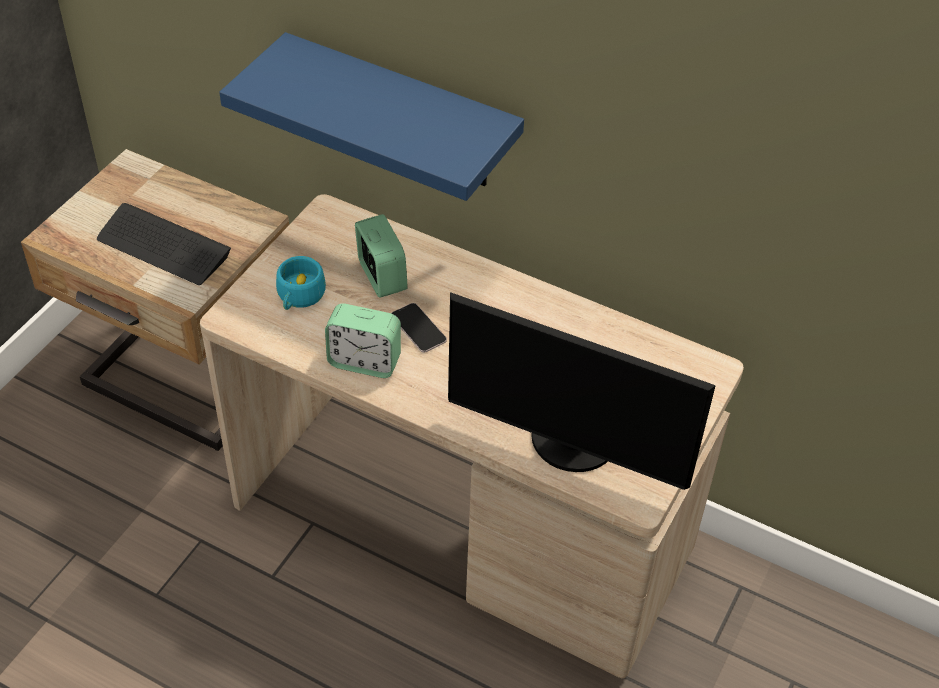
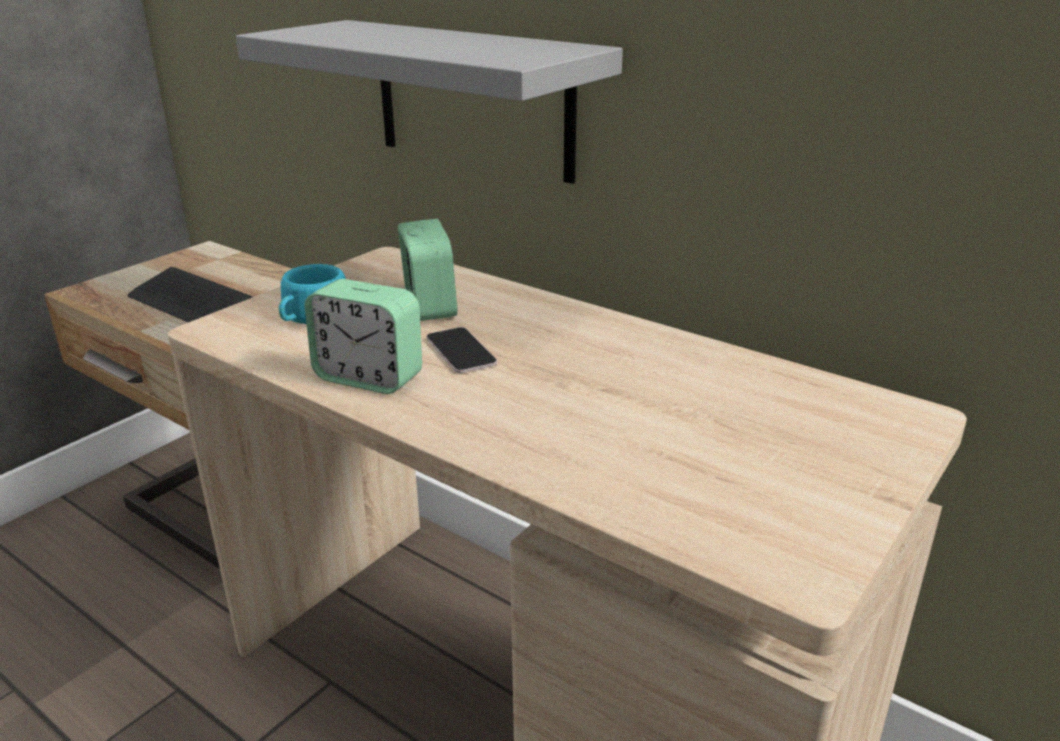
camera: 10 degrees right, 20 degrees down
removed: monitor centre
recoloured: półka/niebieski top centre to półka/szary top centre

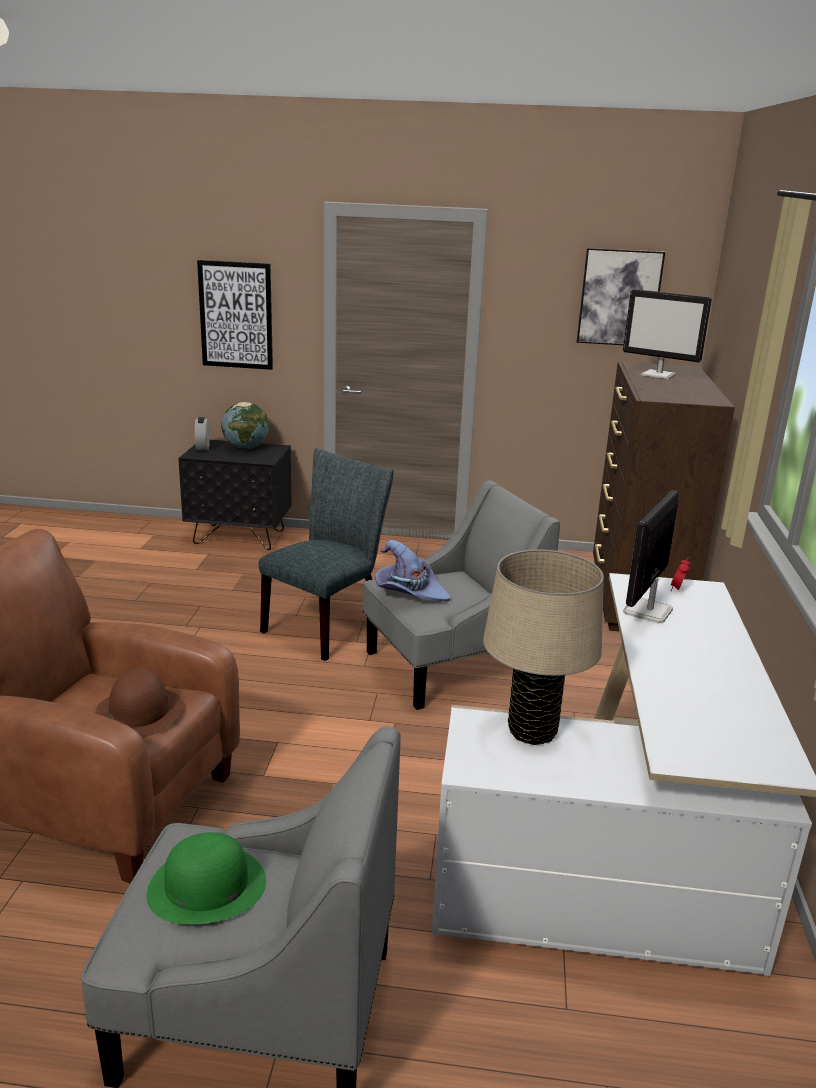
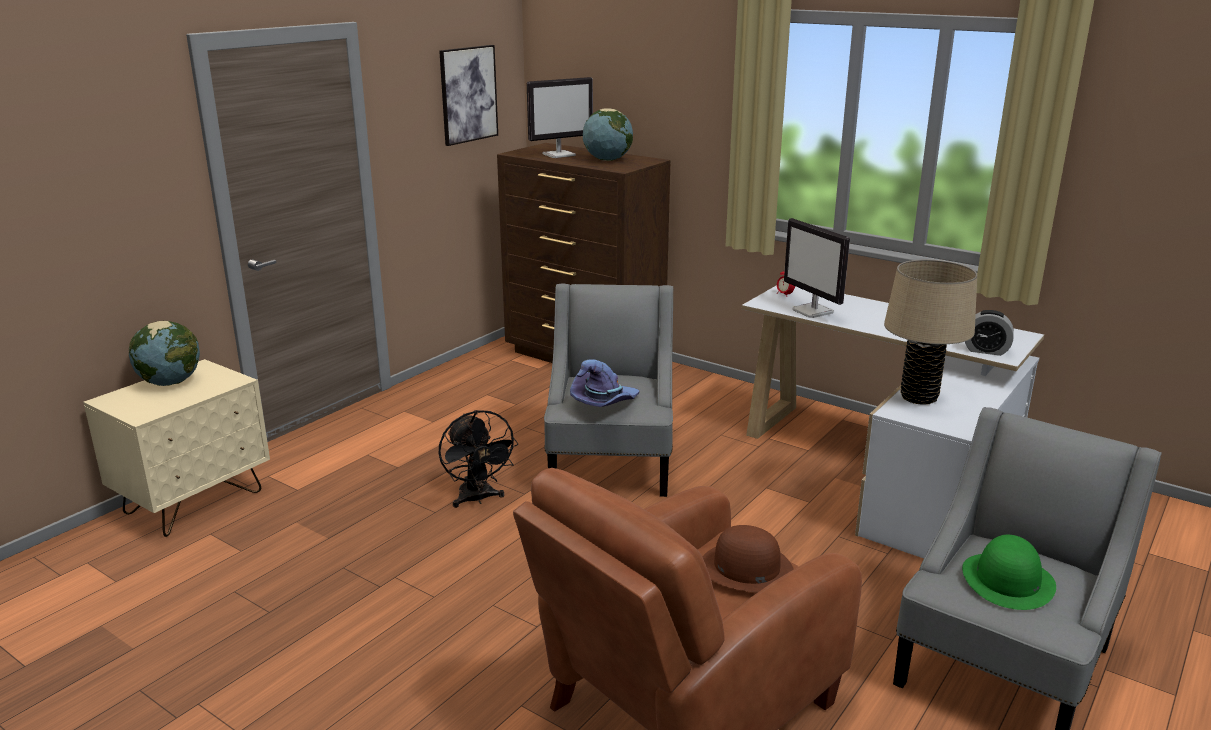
camera: 60 degrees left, 0 degrees up
removed: obraz (1st from left) top left
added: globus (2nd from left) top centre
moved: budzik (1st from left in the first image) middle left to budzik (2nd from left) middle right
replaced: krzesło/szary centre to wentylator/czarny centre
recoloured: szafka nocna/czarny middle left to szafka nocna/beżowy middle left

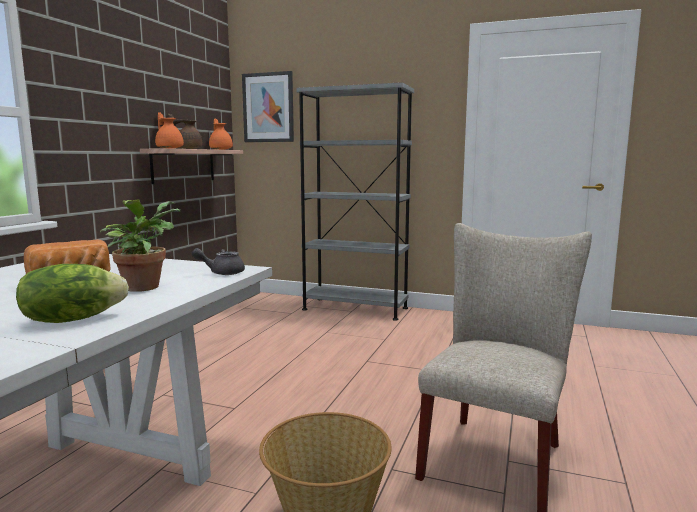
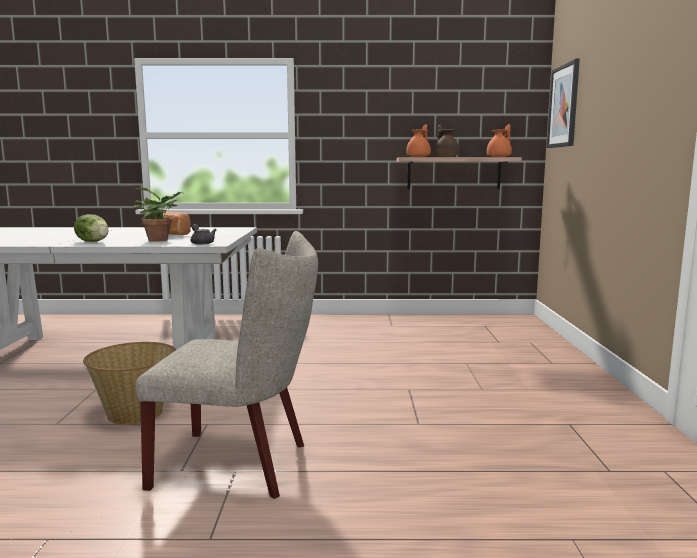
camera: 70 degrees right, 0 degrees up
removed: regał/szary centre

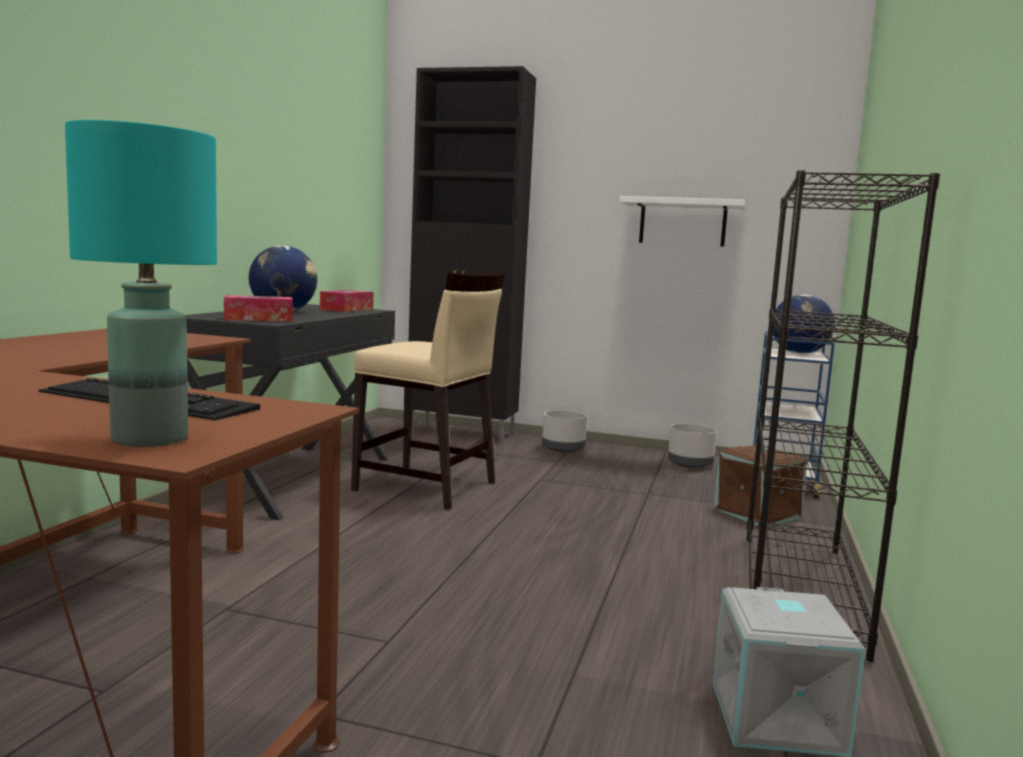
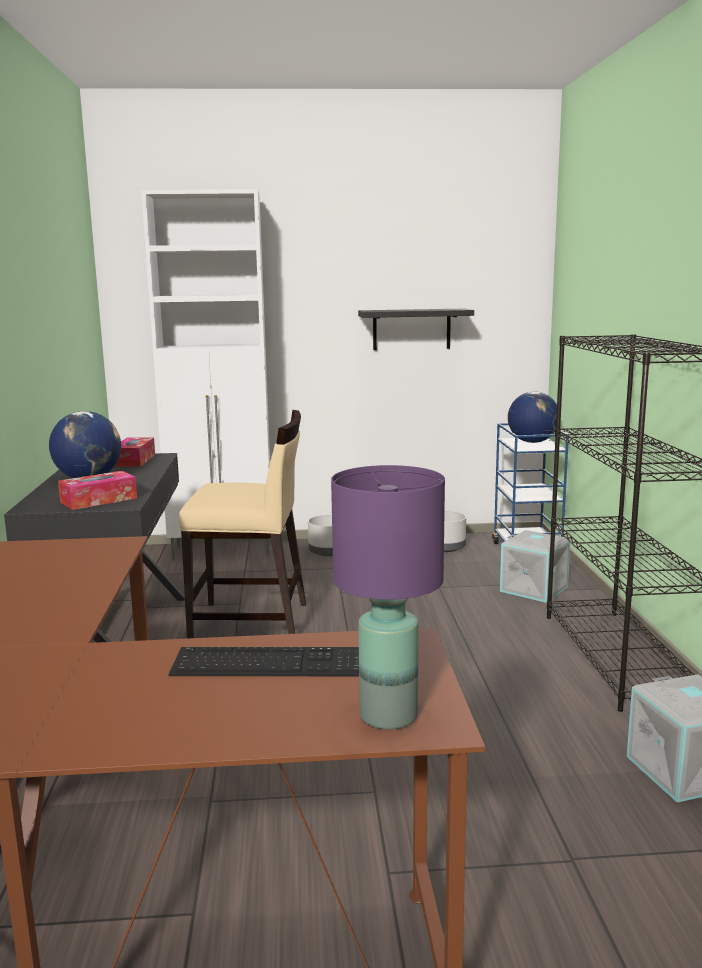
camera: 20 degrees left, 5 degrees up
recoloured: szafka/czarny centre to szafka/biały middle left; lampa stołowa/turkusowy middle left to lampa stołowa/fioletowy centre; półka/biały top right to półka/czarny centre; pojemnik do przechowywania/brązowy middle right to pojemnik do przechowywania/szary (1st from left) middle right

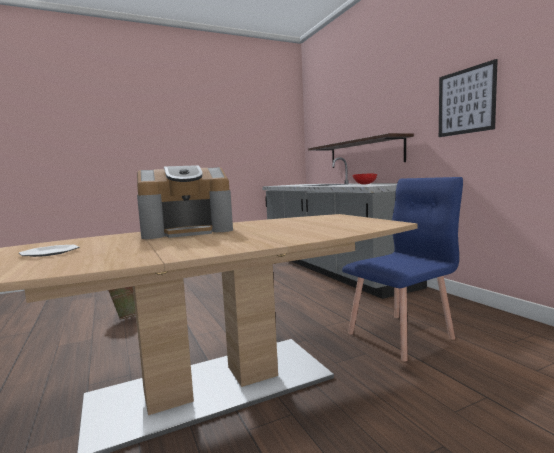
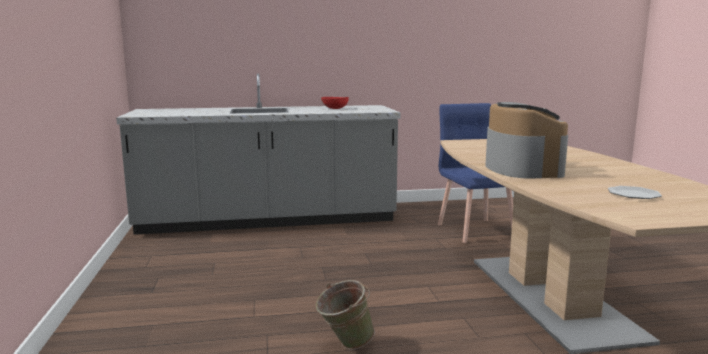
camera: 75 degrees left, 5 degrees up
removed: obraz top right; półka top centre

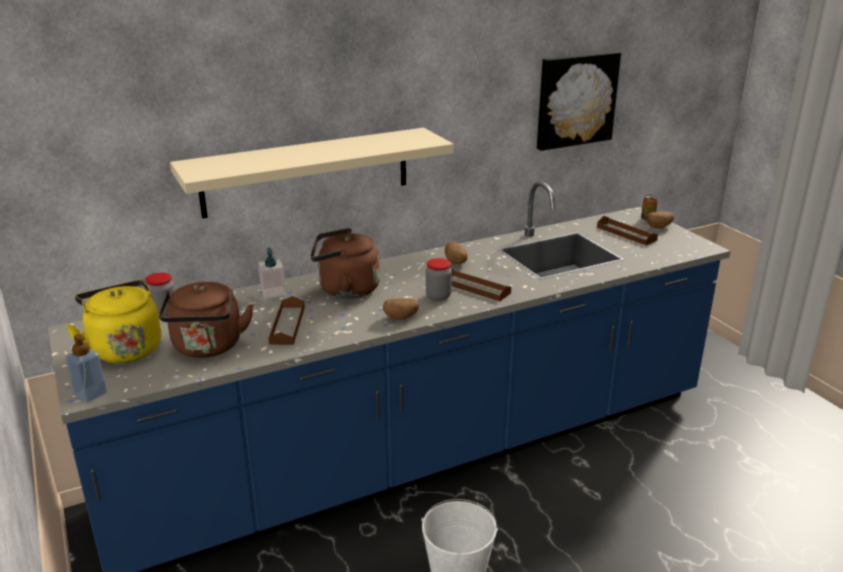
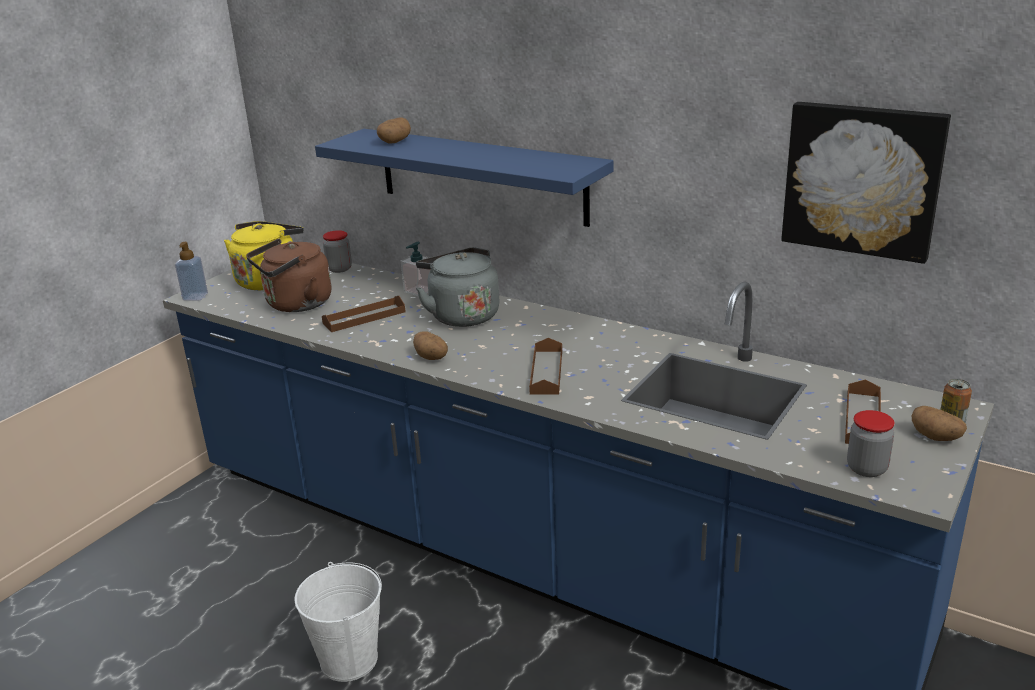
camera: 60 degrees right, 0 degrees up
moved: ziemniak (2nd from left in the first image) centre to ziemniak (1st from left) top centre; słoik (2nd from left) centre to middle right
recoloured: półka/beżowy top centre to półka/niebieski top centre; czajnik/brązowy (2nd from left) centre to czajnik/szary centre

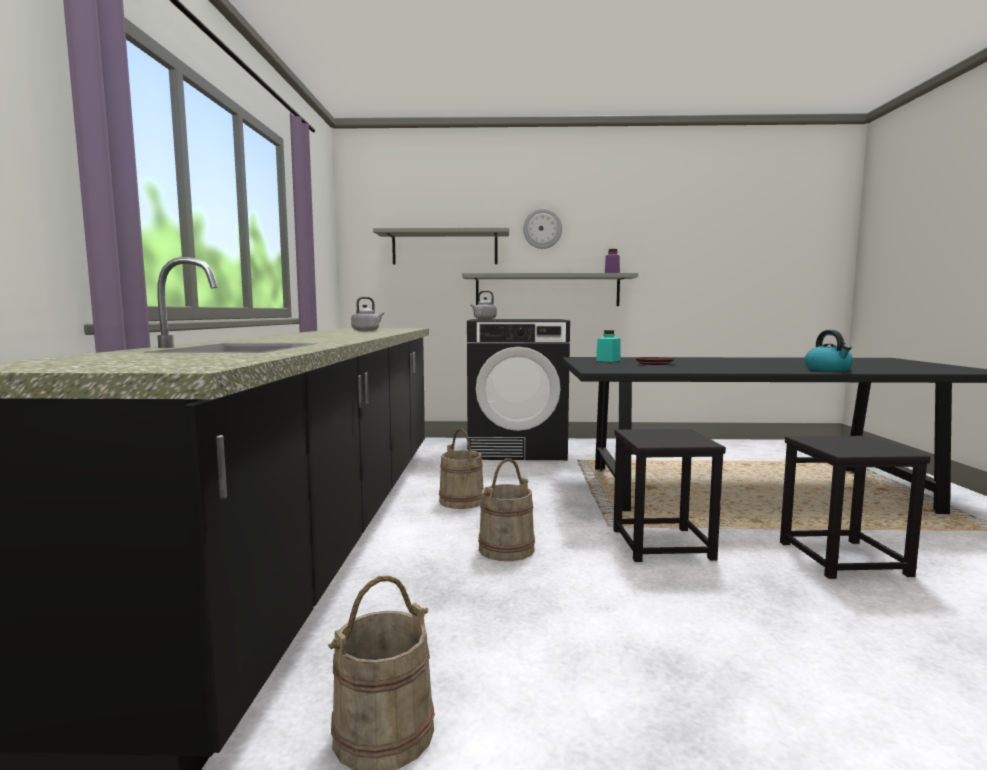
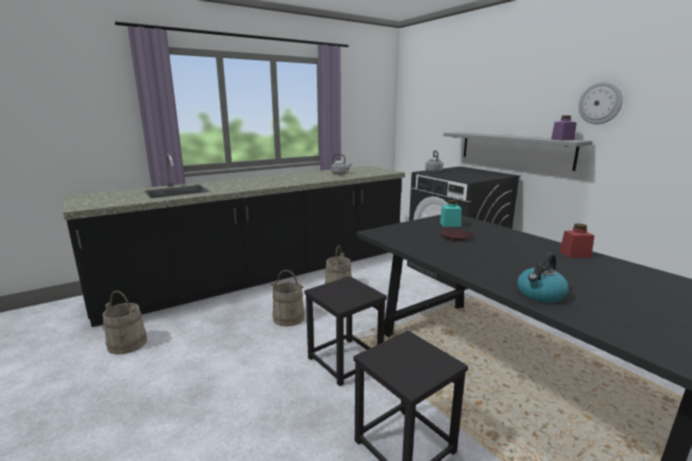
camera: 55 degrees right, 10 degrees up
removed: półka/szary (1st from left) top centre
added: słoik/czerwony middle right
moved: zegar ścienny top centre to top right

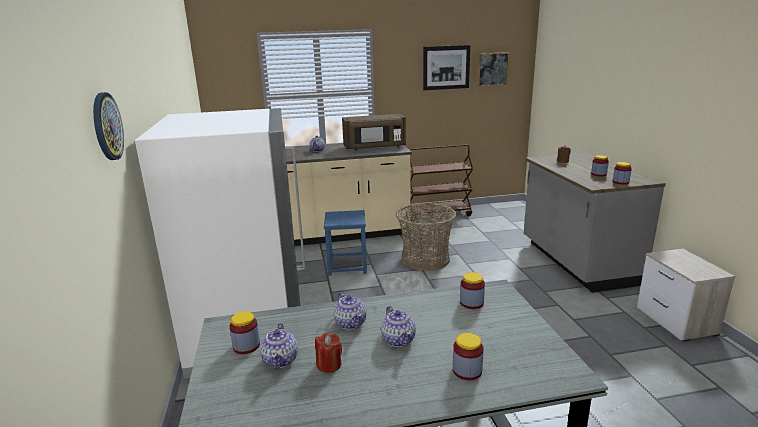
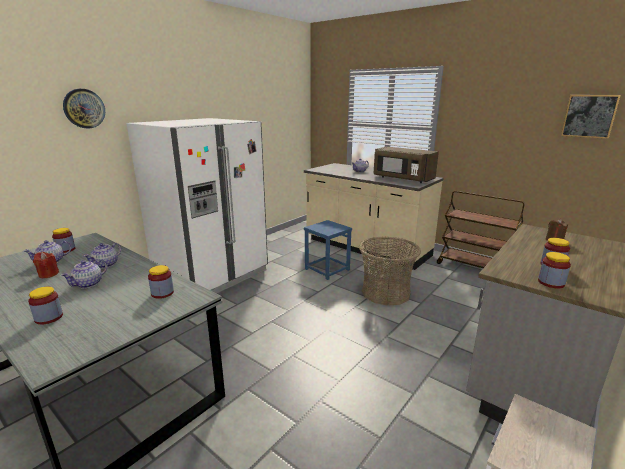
camera: 50 degrees right, 0 degrees up
removed: obraz (1st from left) top centre

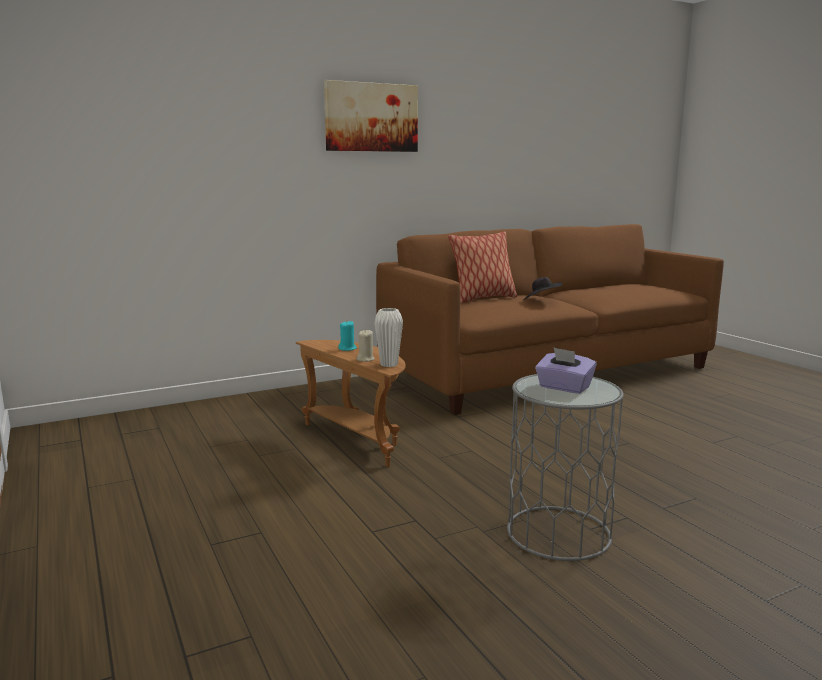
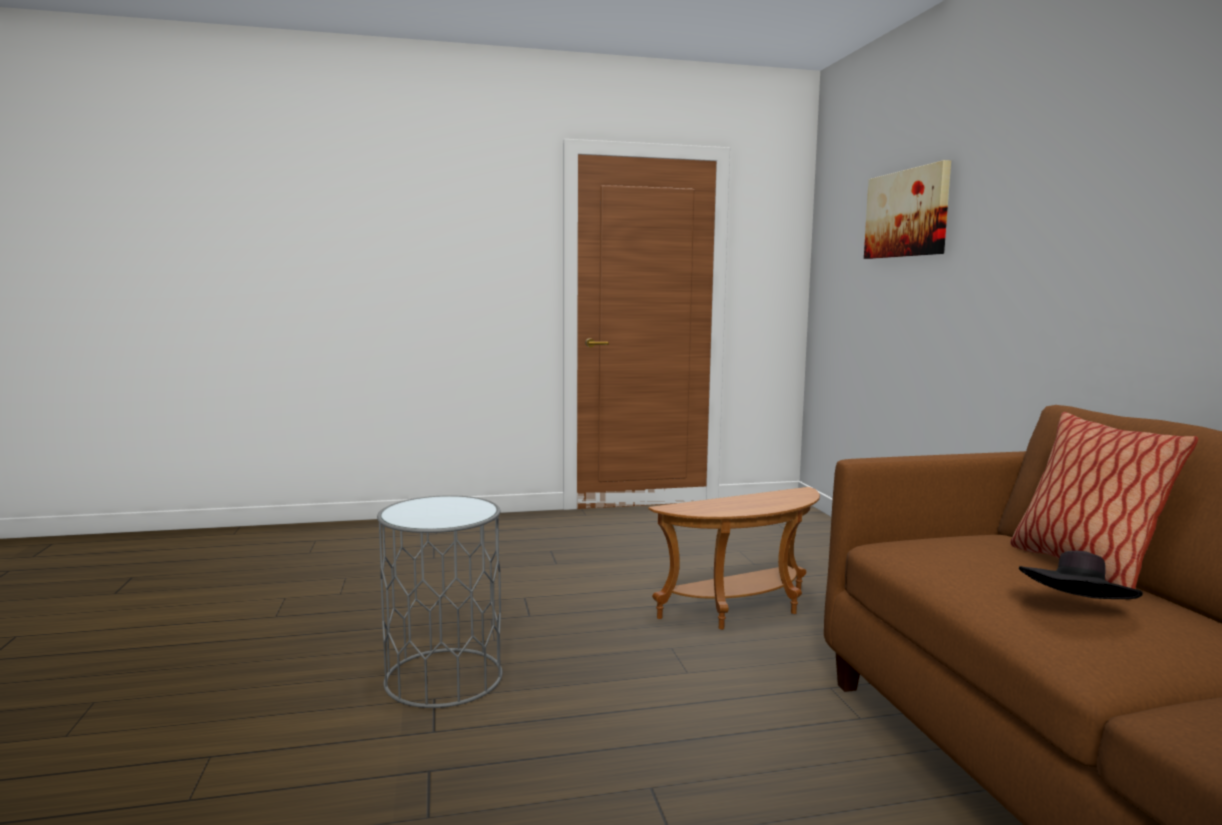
camera: 105 degrees right, 5 degrees down
removed: wazon/biały centre; świeca/turkusowy centre; świeca/beżowy centre; pudełko chusteczek/fioletowy middle right
moved: obraz top centre to top right

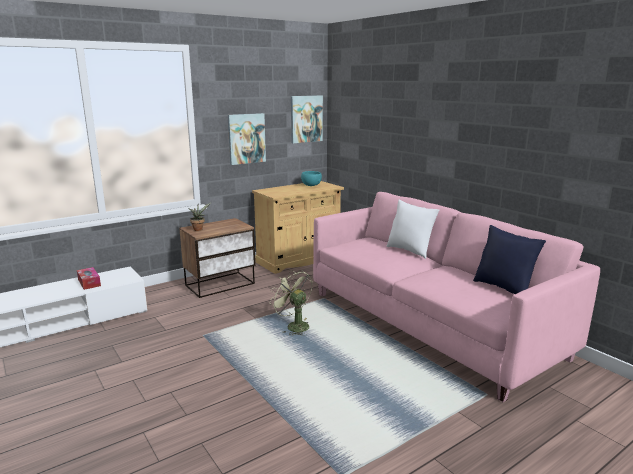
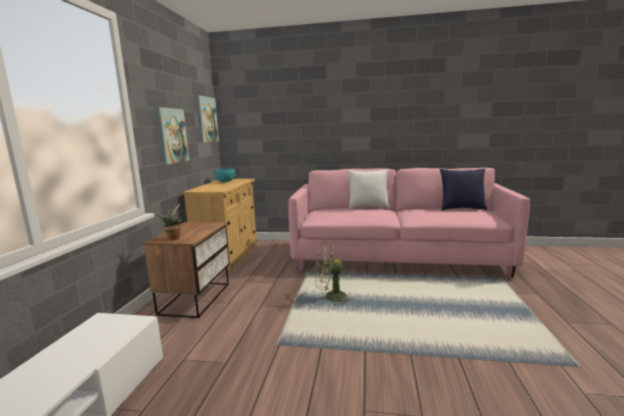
camera: 45 degrees left, 5 degrees down
removed: pudełko chusteczek middle left

